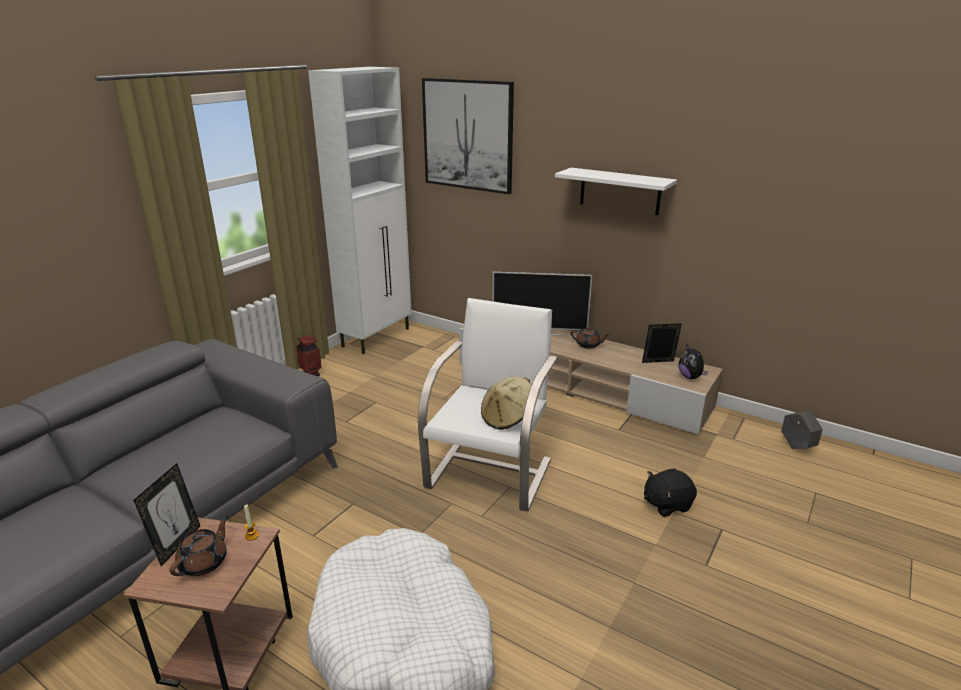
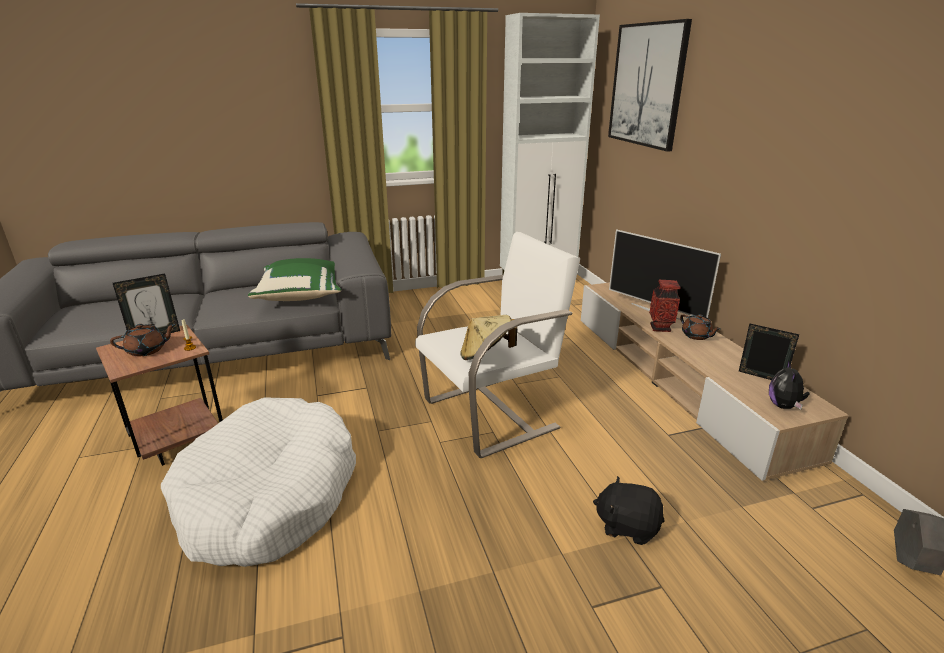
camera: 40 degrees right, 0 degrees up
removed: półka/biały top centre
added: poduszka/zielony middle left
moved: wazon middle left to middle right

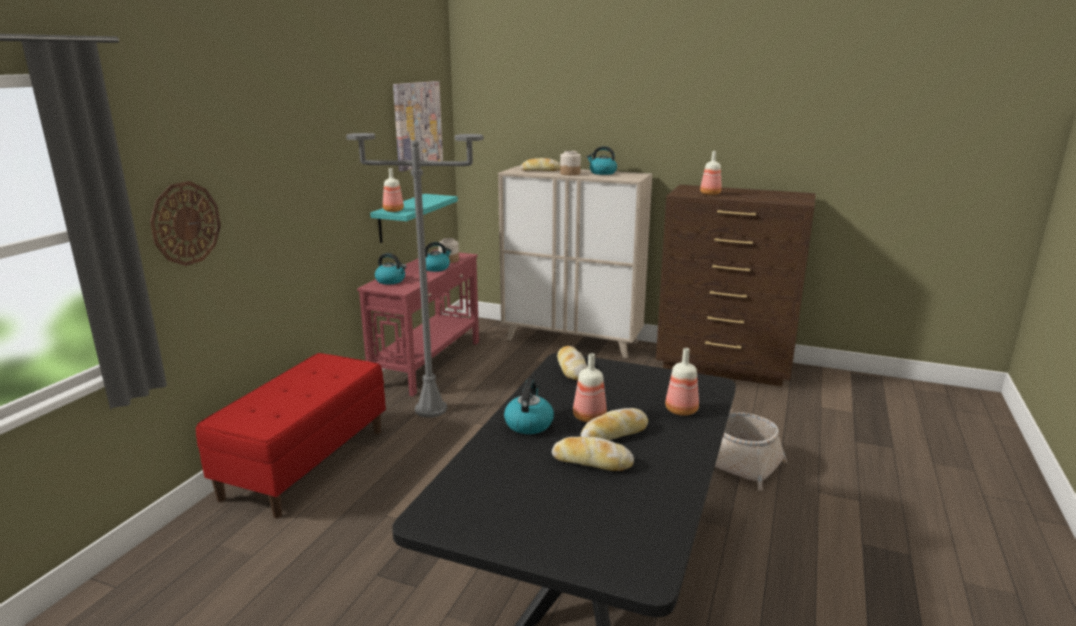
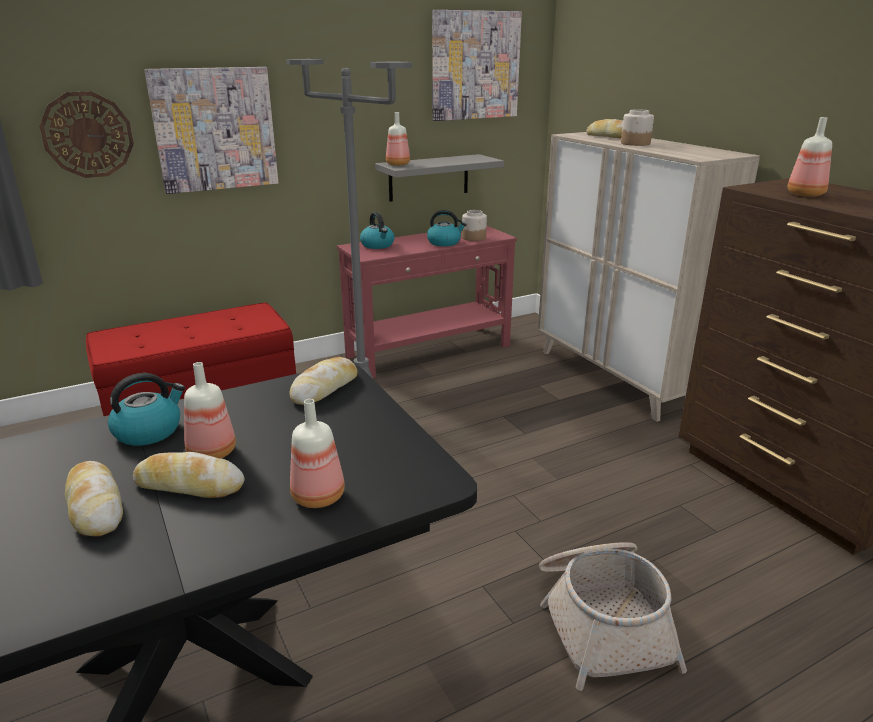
camera: 40 degrees right, 5 degrees up
removed: czajnik (4th from left) top centre
added: obraz (1st from left) top left
recoloured: półka/turkusowy centre to półka/szary top centre

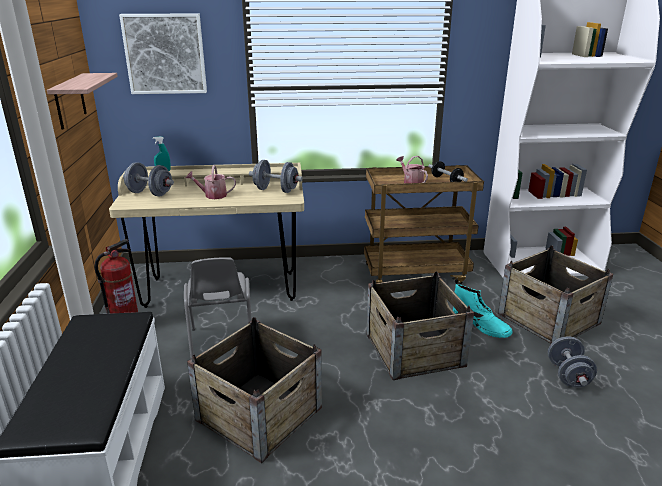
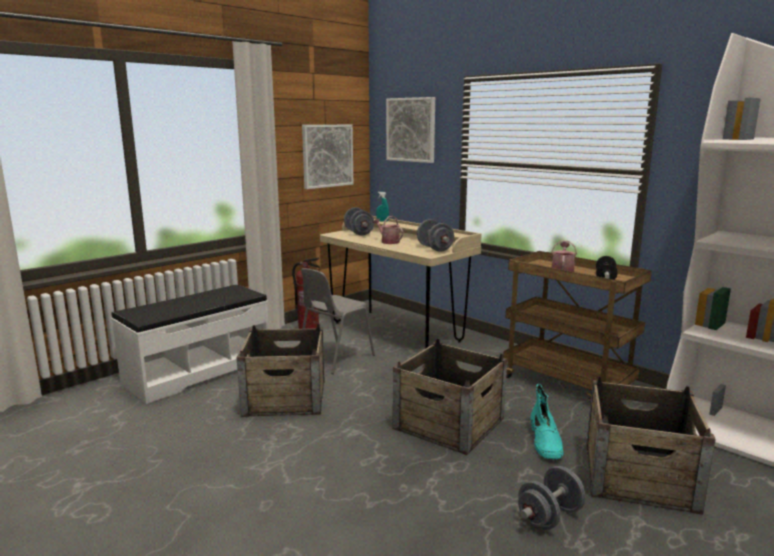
camera: 50 degrees right, 10 degrees down
replaced: półka top left to obraz (1st from left) top centre

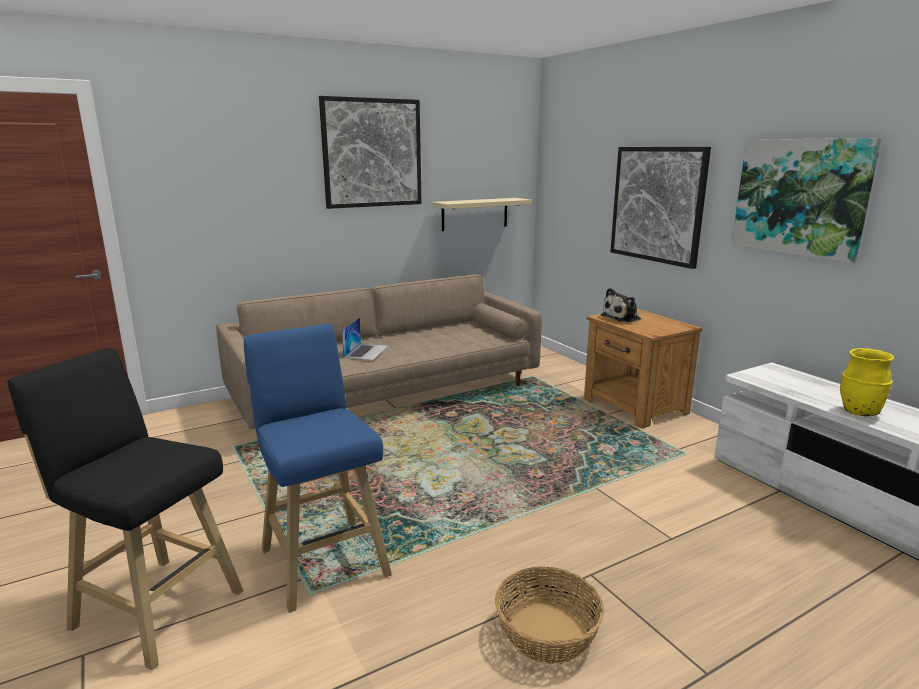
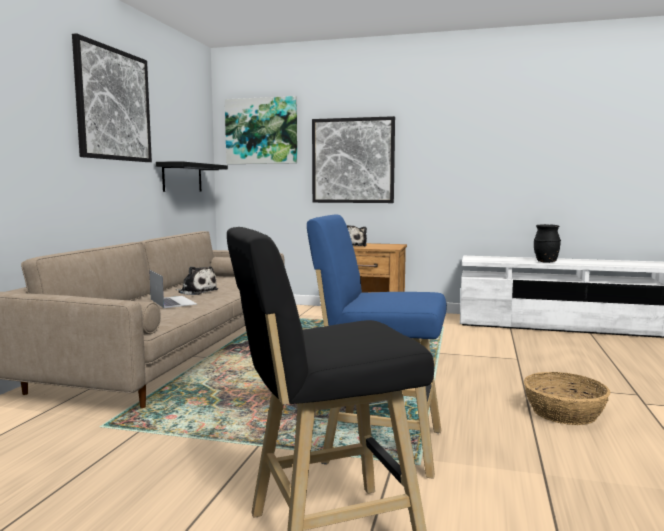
camera: 45 degrees left, 10 degrees down
added: pluszak (1st from left) middle left
moved: obraz (3rd from left in the first image) top right to obraz (2nd from left) top centre
recoloured: półka/beżowy top centre to półka/czarny top left; wazon/żółty middle right to wazon/czarny middle right

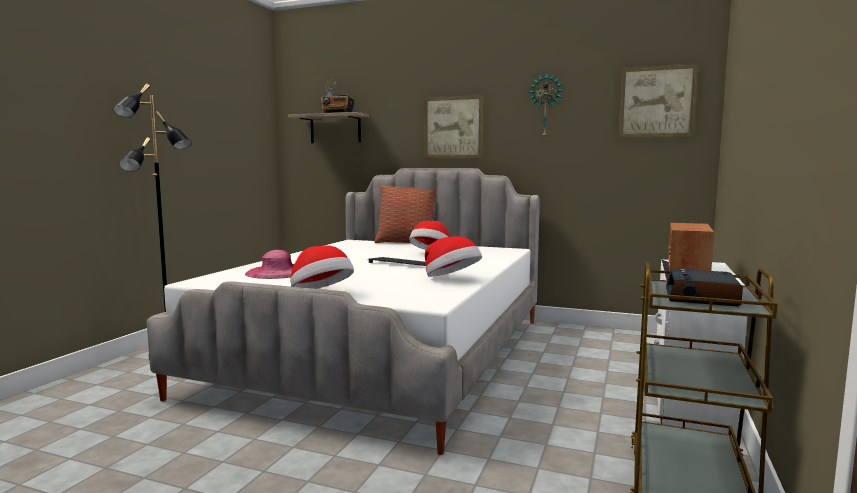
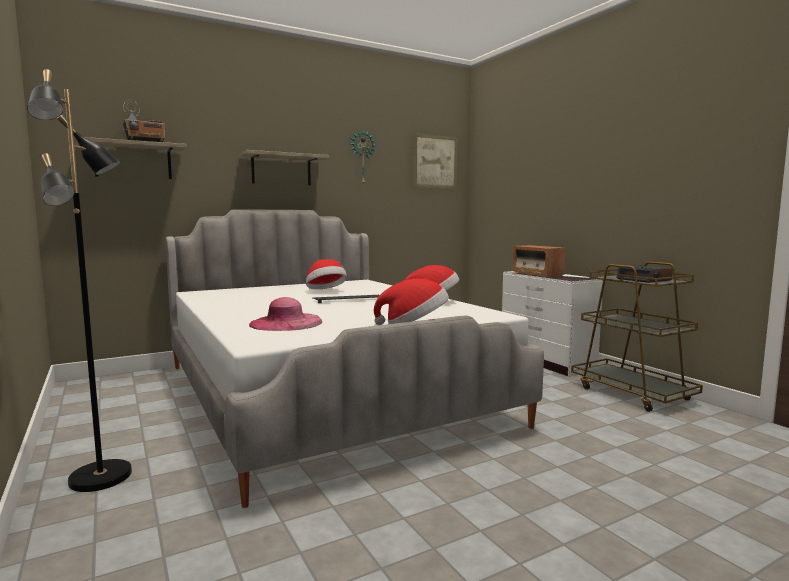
camera: 50 degrees left, 0 degrees up
removed: poduszka centre
replaced: obraz (1st from left) top centre to półka (2nd from left) top centre

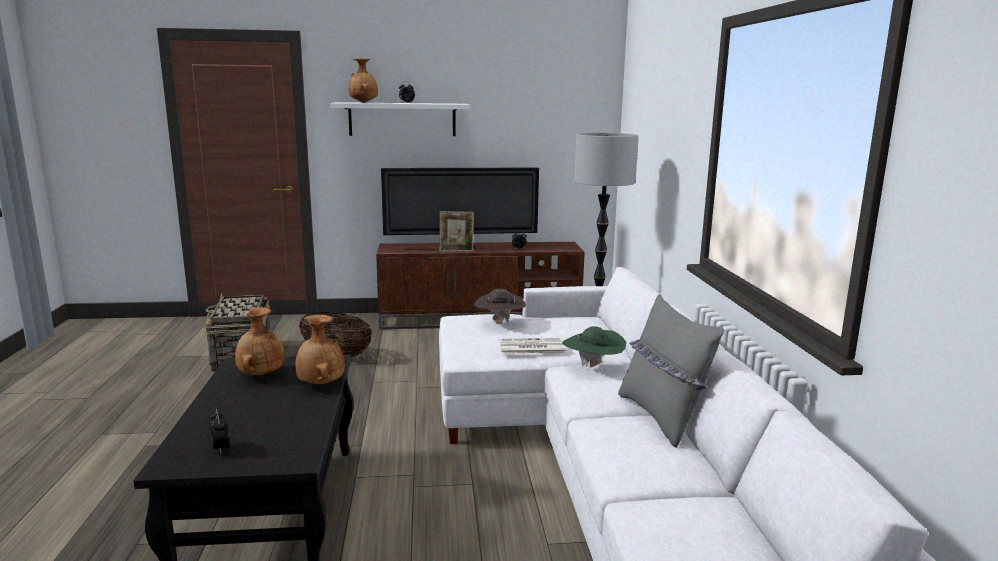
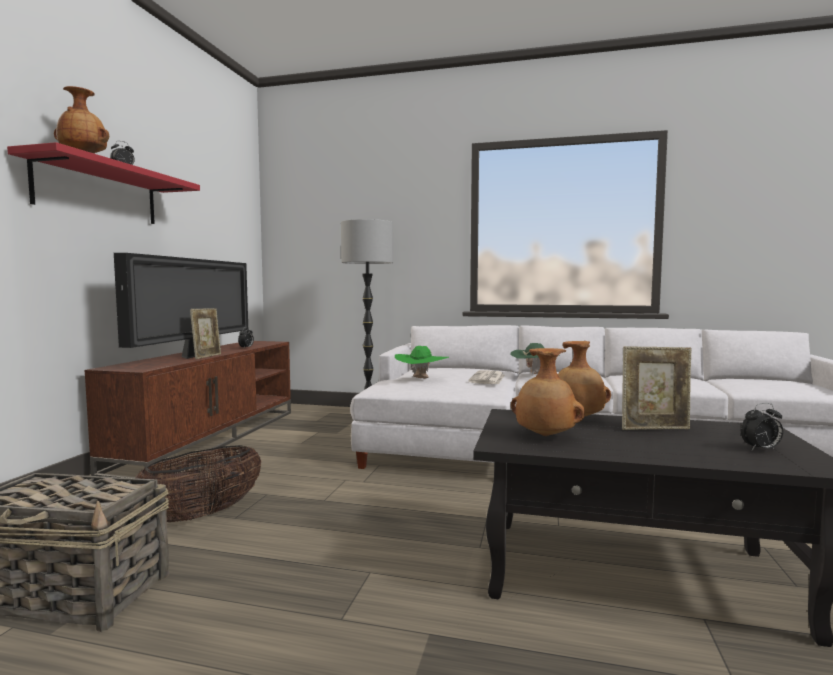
camera: 70 degrees left, 10 degrees down
removed: poduszka/szary middle right
added: ramka na zdjęcie (2nd from left) middle right
recoloured: półka/biały top centre to półka/czerwony top left; kapelusz/brązowy centre to kapelusz/zielony (1st from left) centre

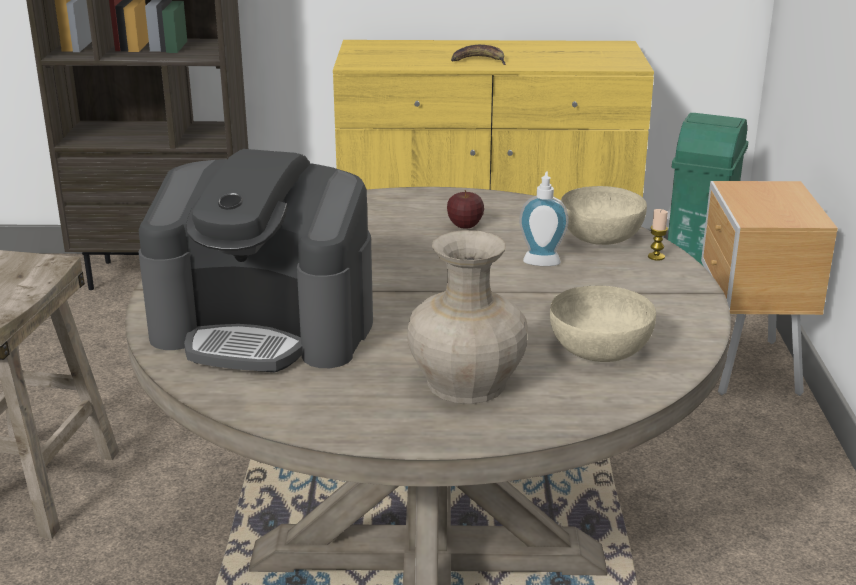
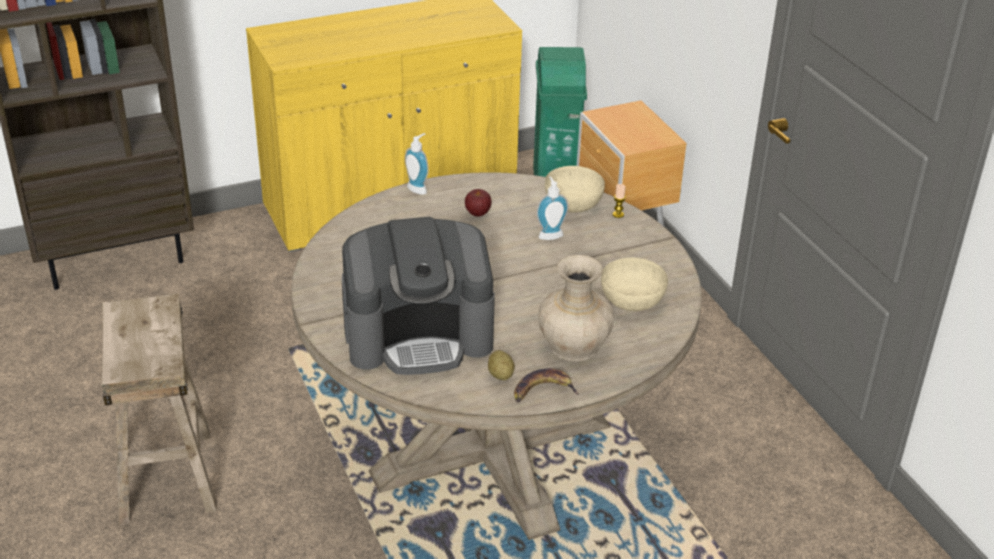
camera: 25 degrees left, 10 degrees up
added: dozownik mydła (1st from left) top centre; ziemniak centre
moved: banan top centre to bottom centre

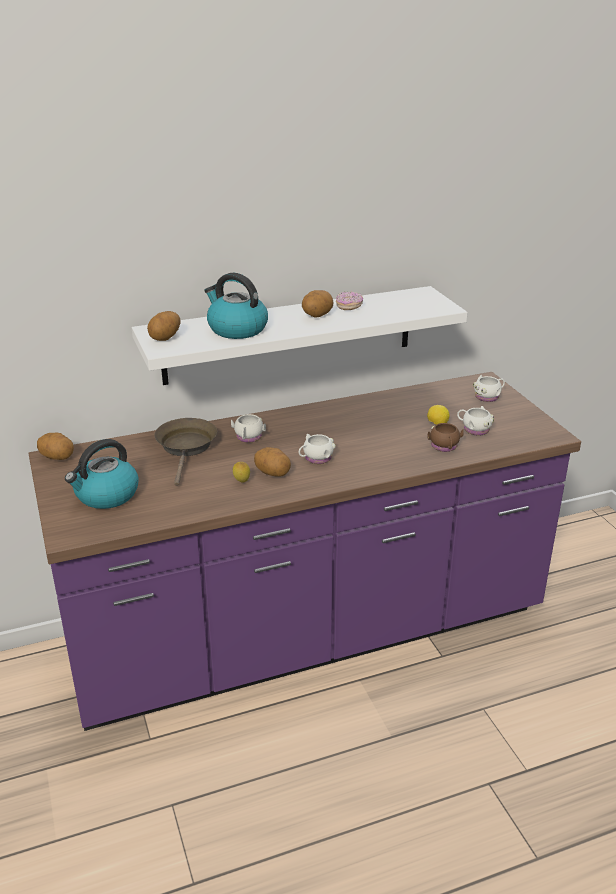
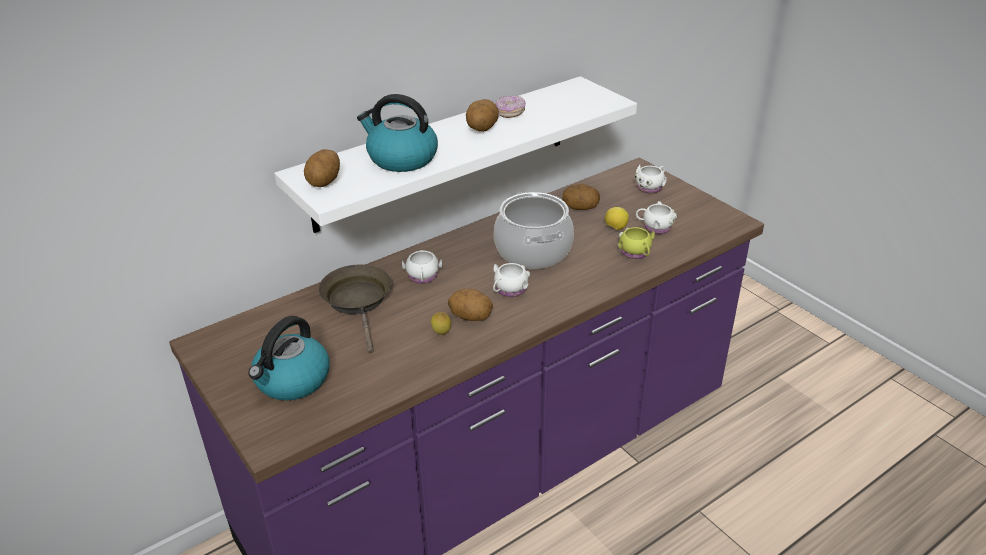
camera: 15 degrees left, 5 degrees up
added: garnek centre
moved: ziemniak (1st from left in the first image) middle left to ziemniak (4th from left) centre
recoloured: kubek/brązowy middle right to kubek/żółty centre

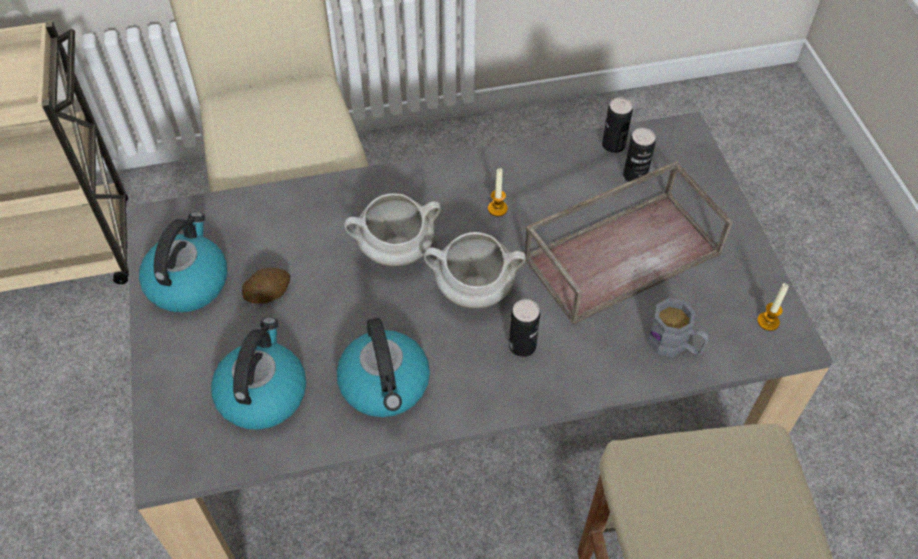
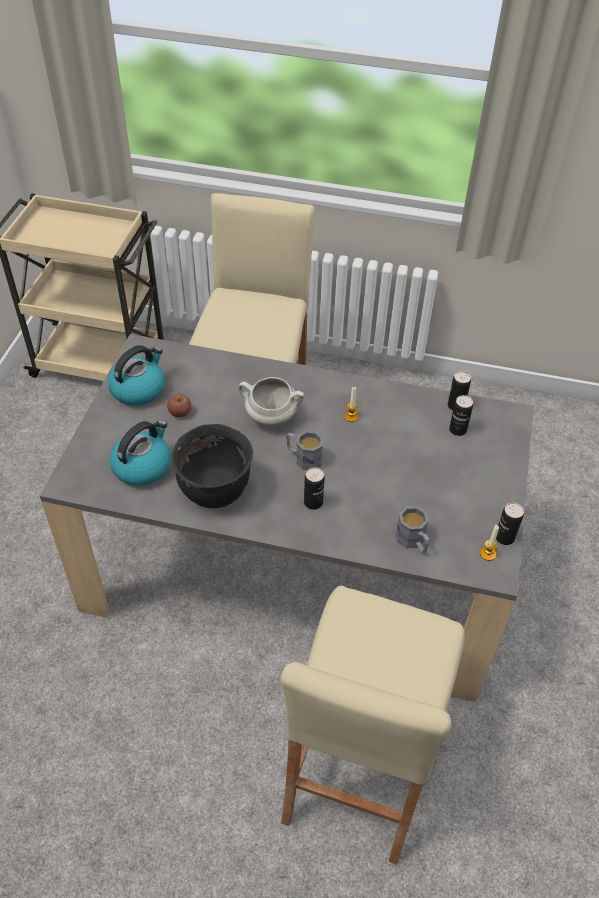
camera: 25 degrees right, 5 degrees down
removed: taca/brązowy middle right
added: puszka (4th from left) middle right
replaced: garnek/biały (2nd from left) centre to kubek/szary (1st from left) centre; ziemniak middle left to jabłko middle left; czajnik (3rd from left) centre to garnek/czarny centre

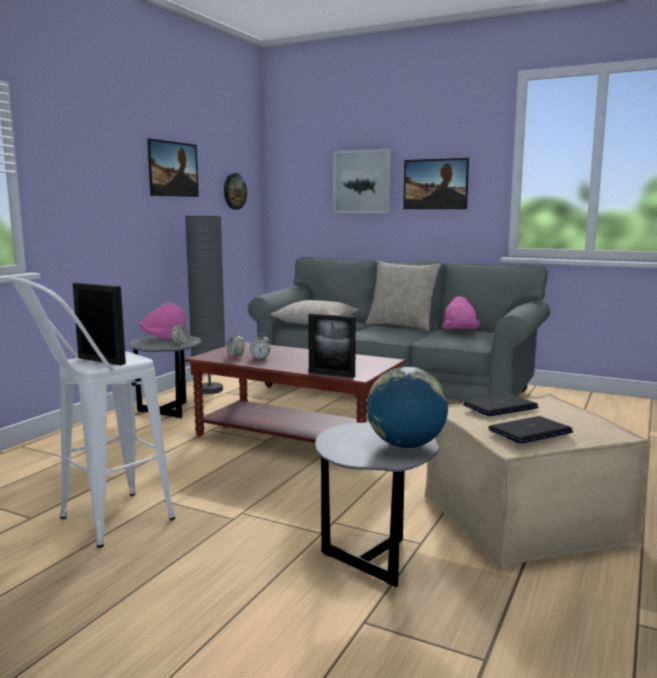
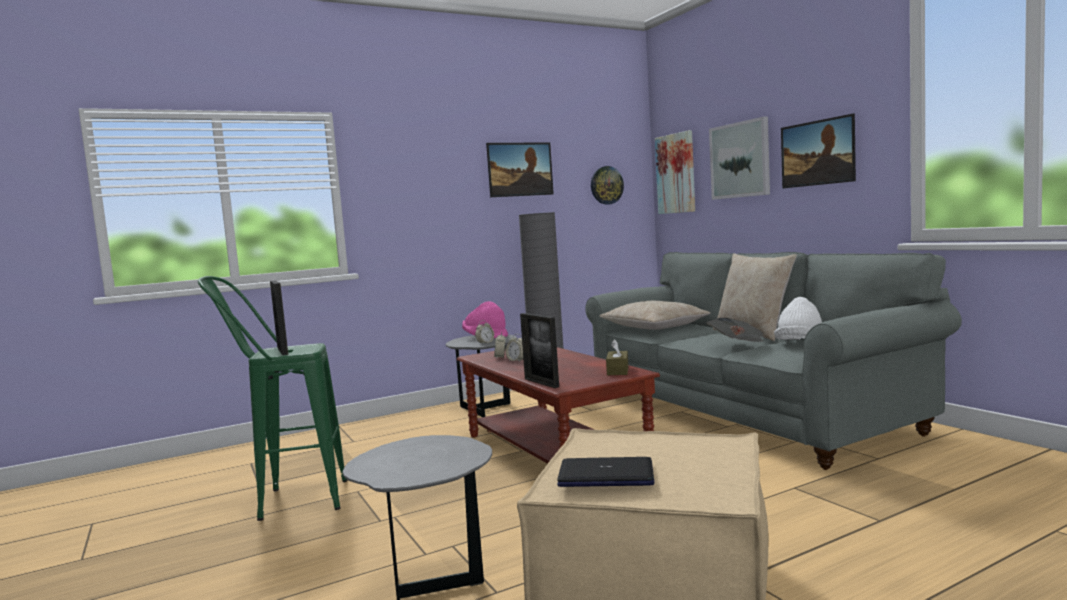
camera: 35 degrees right, 5 degrees down
removed: globus centre; laptop (1st from left) middle right
added: obraz (2nd from left) top centre; gazeta middle right; pudełko chusteczek/brązowy centre
recoloured: stołek/biały middle left to stołek/zielony middle left; kapelusz/różowy (2nd from left) middle right to kapelusz/biały middle right

